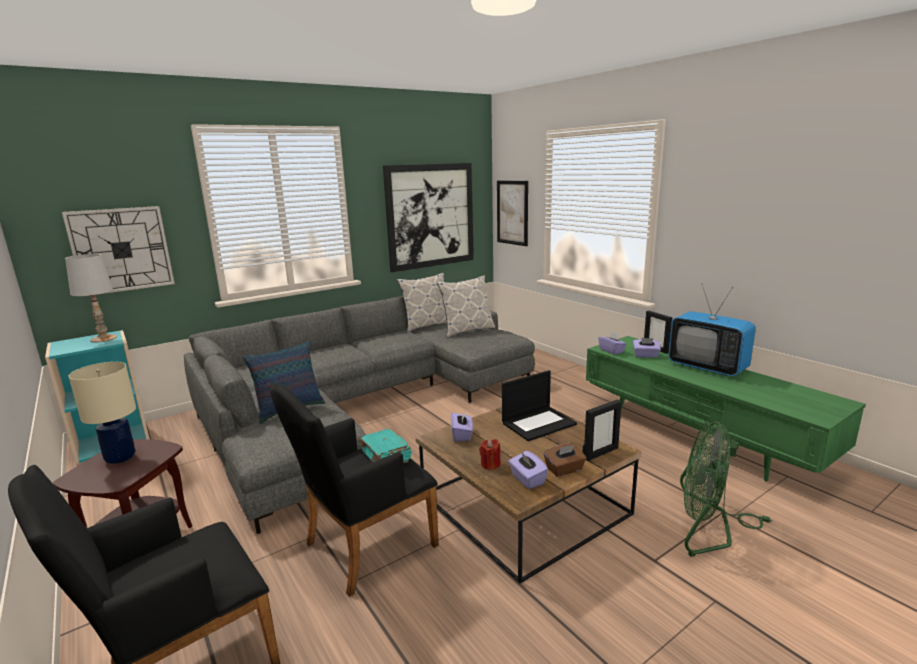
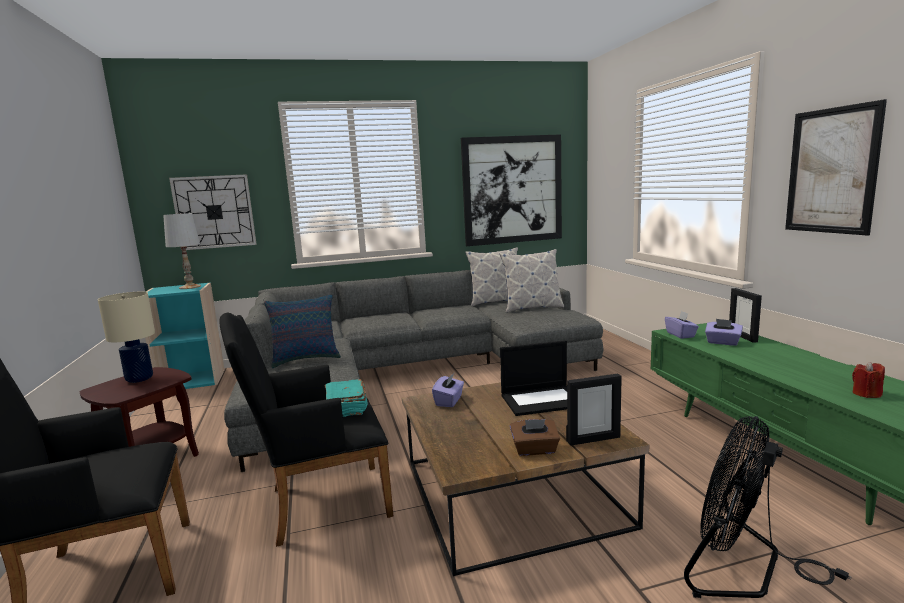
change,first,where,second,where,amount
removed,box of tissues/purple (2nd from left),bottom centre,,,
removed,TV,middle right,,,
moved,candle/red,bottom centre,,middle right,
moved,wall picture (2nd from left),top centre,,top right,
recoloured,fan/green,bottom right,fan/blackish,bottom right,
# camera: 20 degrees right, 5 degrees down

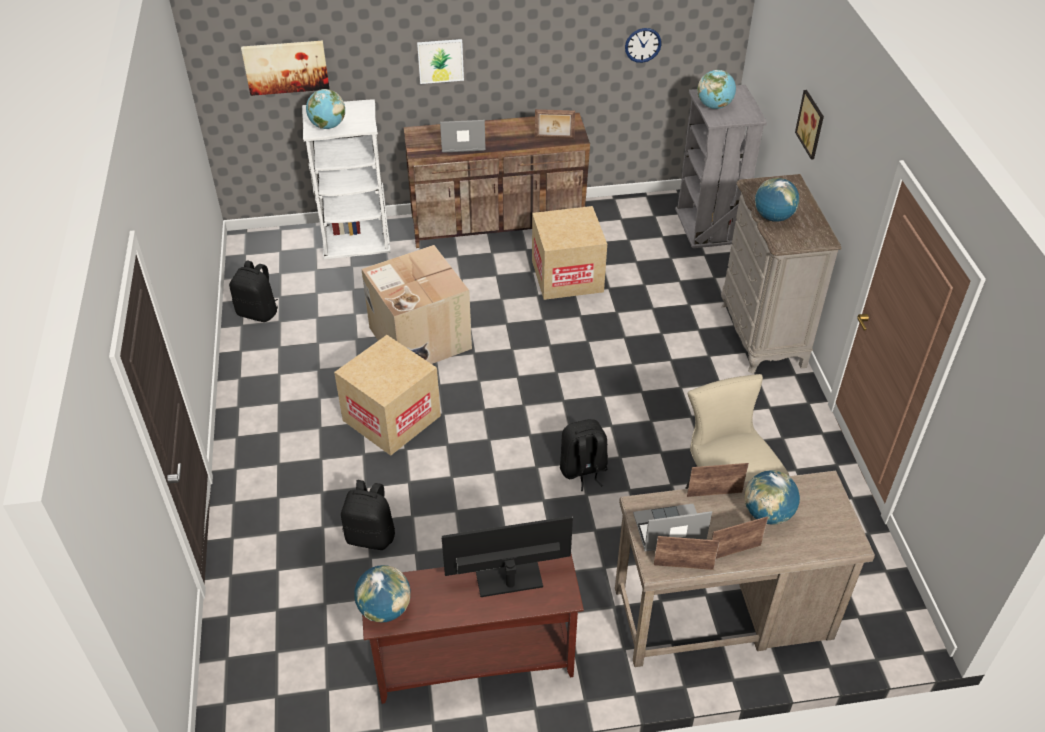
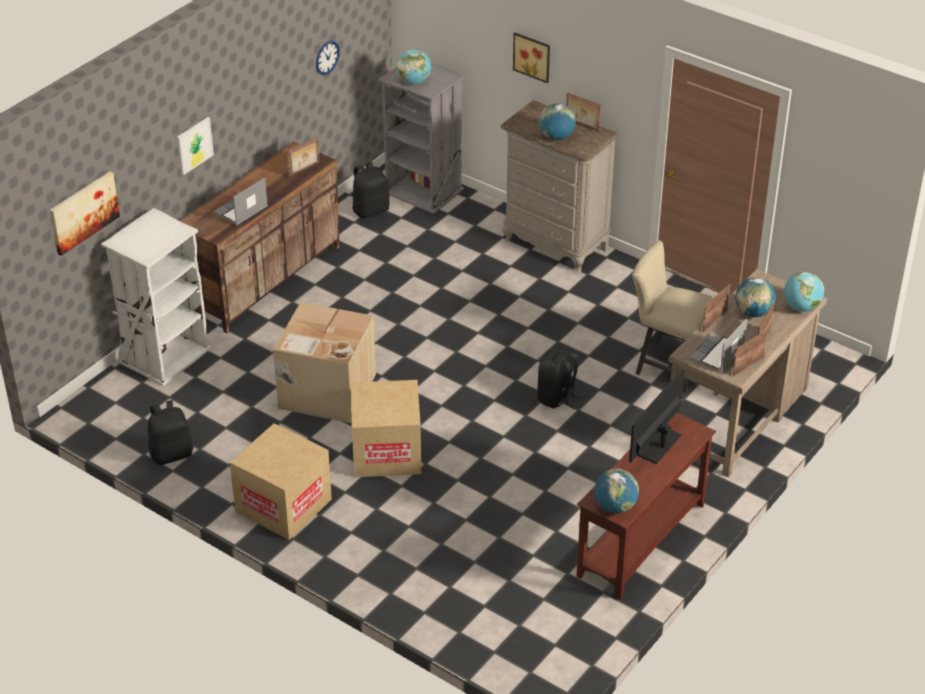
change,first,where,second,where,amount
added,,,photo frame (2nd from left),top centre,
moved,world globe (1st from left in the first image),top left,world globe (5th from left),middle right,
moved,knapsack/blackish (2nd from left),bottom centre,,top centre,
moved,carton (3rd from left in the first image),centre,carton (1st from left),bottom left,
# camera: 45 degrees left, 5 degrees down

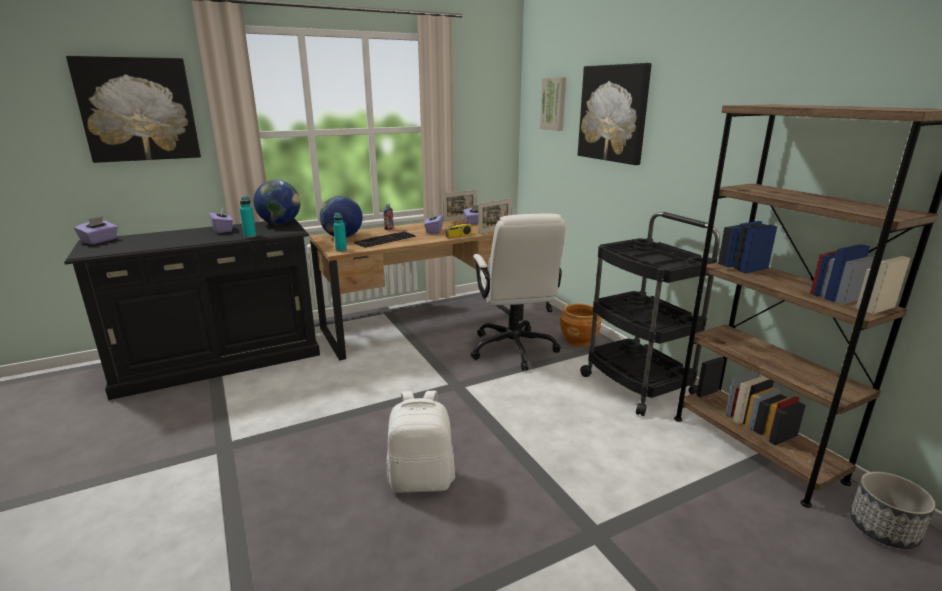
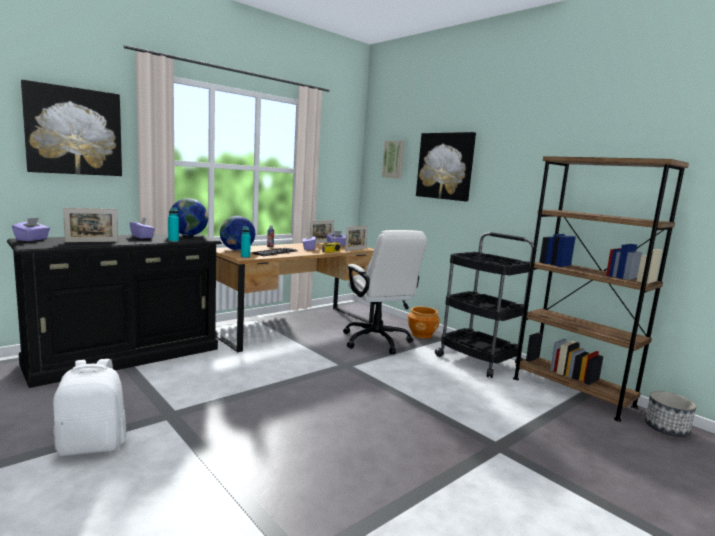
change,first,where,second,where,amount
added,,,photo frame (1st from left),middle left,
moved,knapsack/whitish,bottom centre,,bottom left,
# camera: 15 degrees left, 10 degrees down

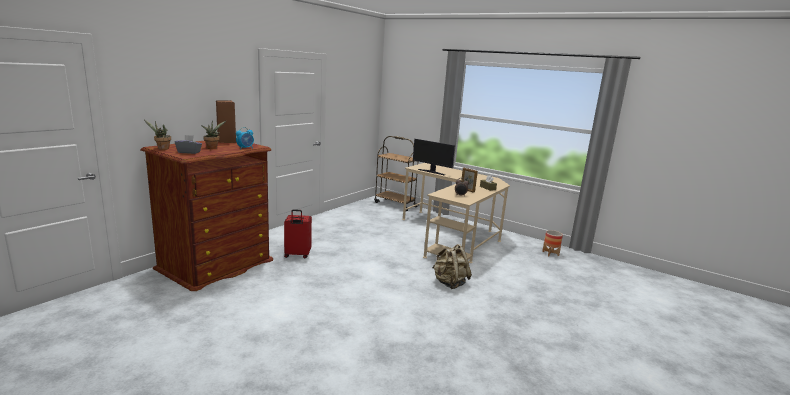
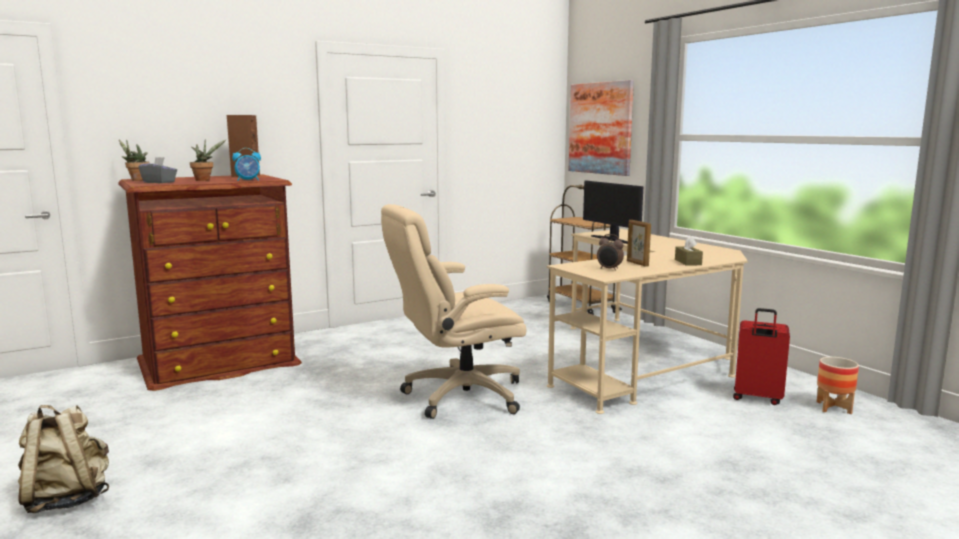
change,first,where,second,where,amount
added,,,desk chair/sand-coloured,centre,
added,,,wall picture,top centre,
moved,travel case/red,centre,,middle right,
moved,knapsack/sand-coloured,bottom centre,,bottom left,
# camera: 25 degrees right, 5 degrees down

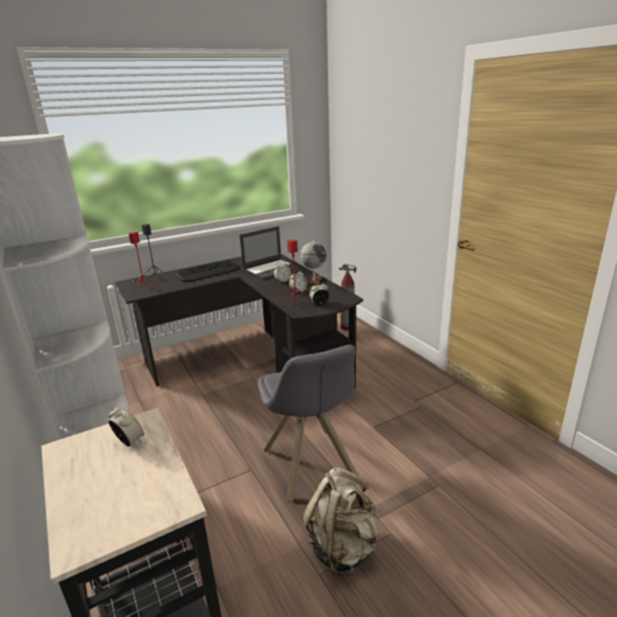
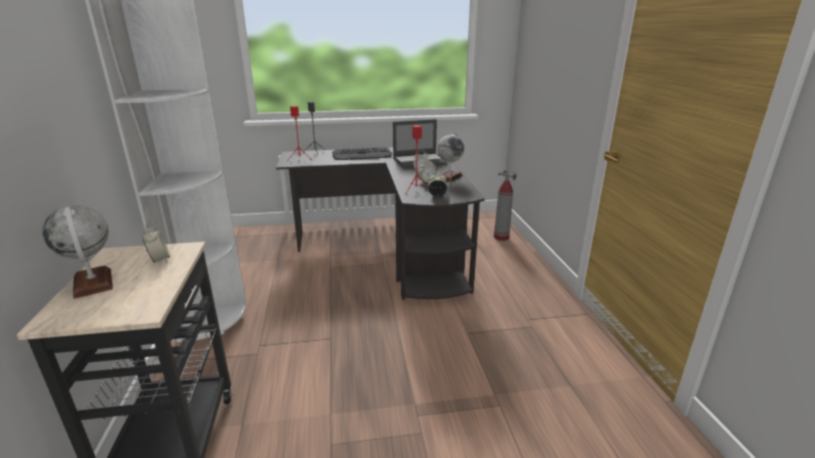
change,first,where,second,where,amount
removed,chair/greyish,bottom centre,,,
removed,knapsack/sand-coloured,bottom centre,,,
added,,,world globe (1st from left),middle left,
# camera: 20 degrees right, 0 degrees up

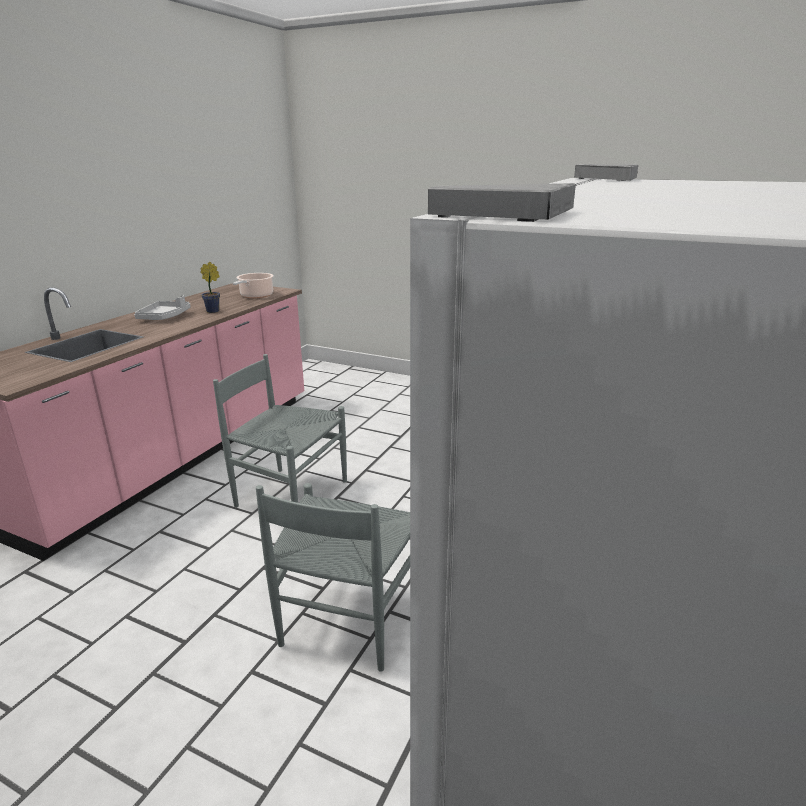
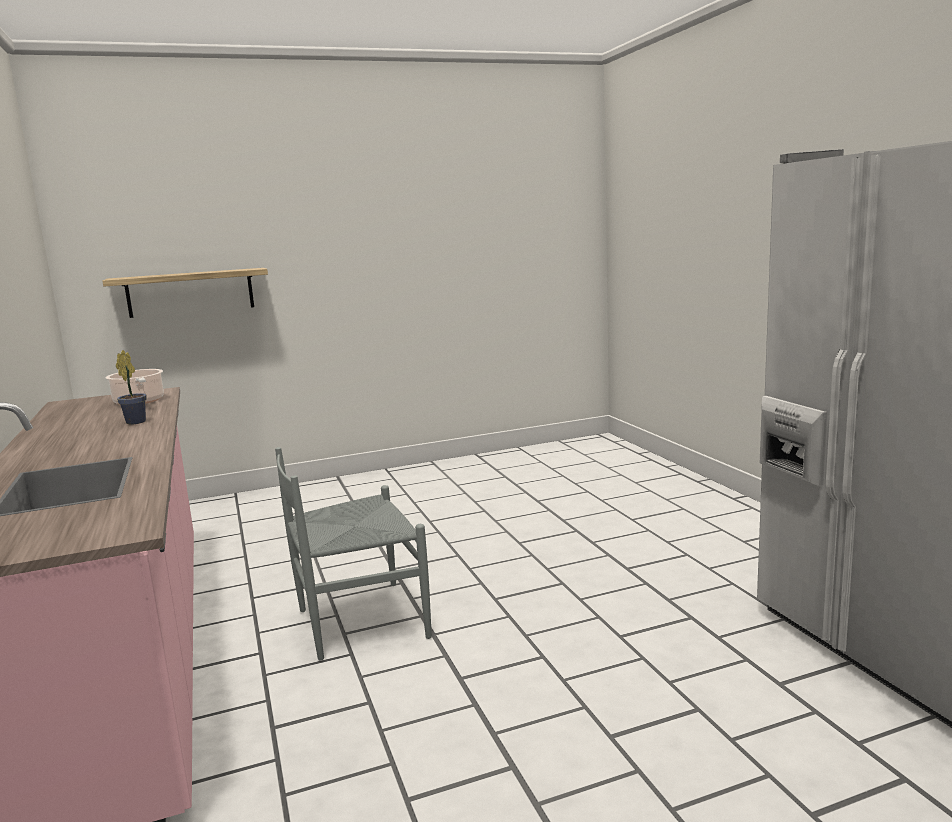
change,first,where,second,where,amount
removed,serving tray/greyish,middle left,,,
removed,chair/greyish (2nd from left),bottom centre,,,
added,,,bracket shelf,middle left,
# camera: 45 degrees left, 10 degrees down

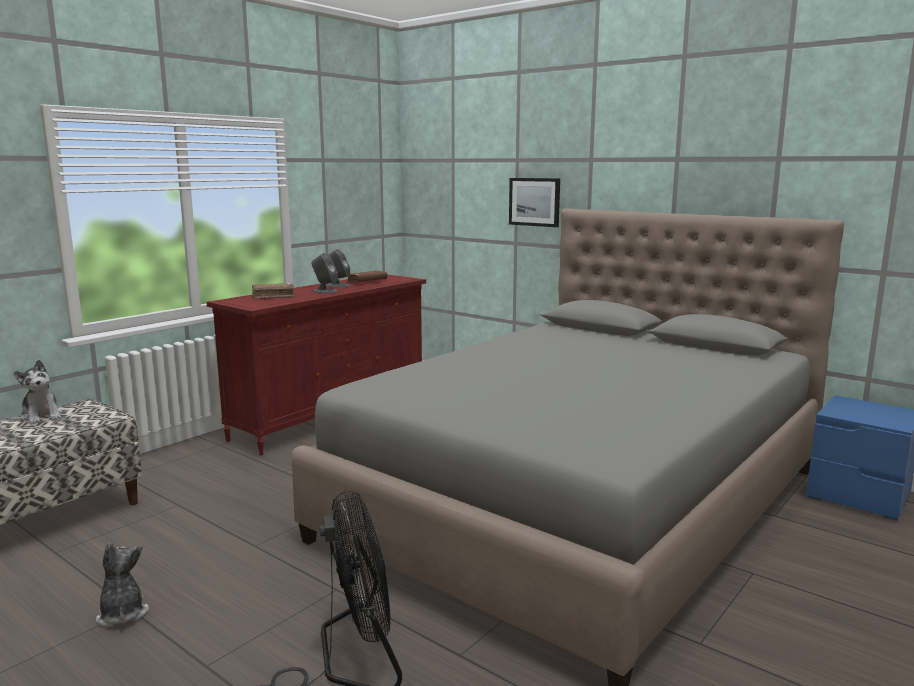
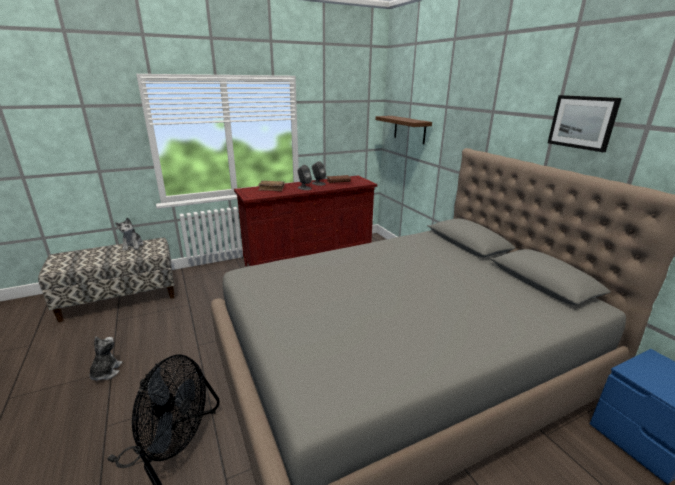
change,first,where,second,where,amount
added,,,bracket shelf/brown-coloured,top centre,
moved,wall picture,top centre,,top right,
# camera: 25 degrees right, 10 degrees up

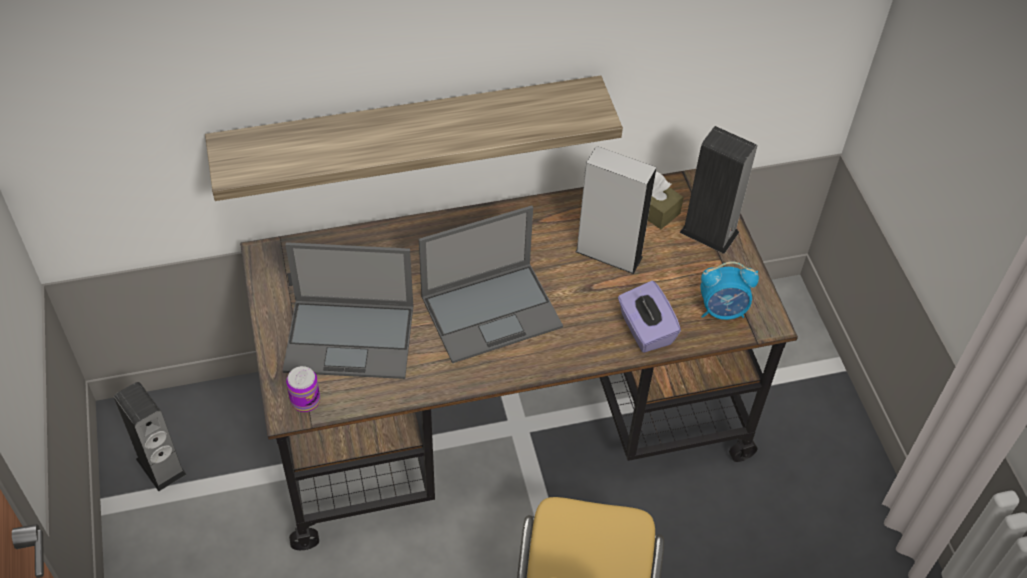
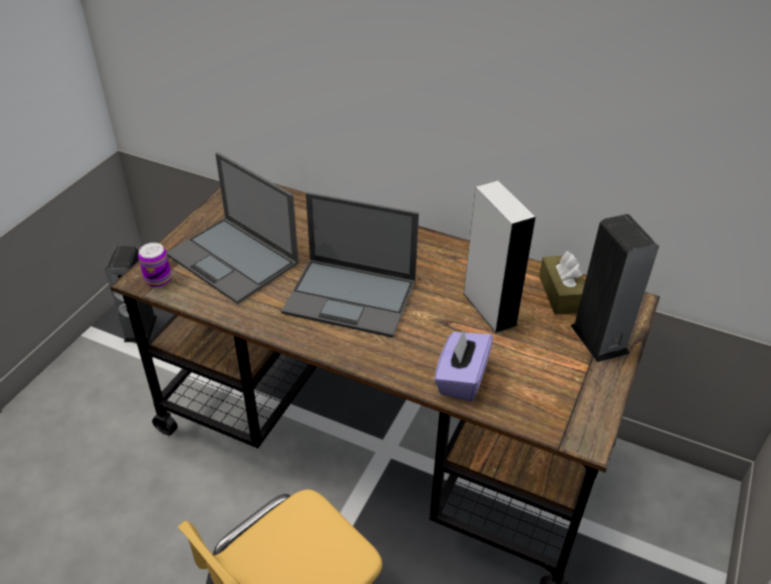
change,first,where,second,where,amount
removed,bracket shelf,top centre,,,
removed,alarm clock,middle right,,,
# camera: 40 degrees right, 10 degrees down

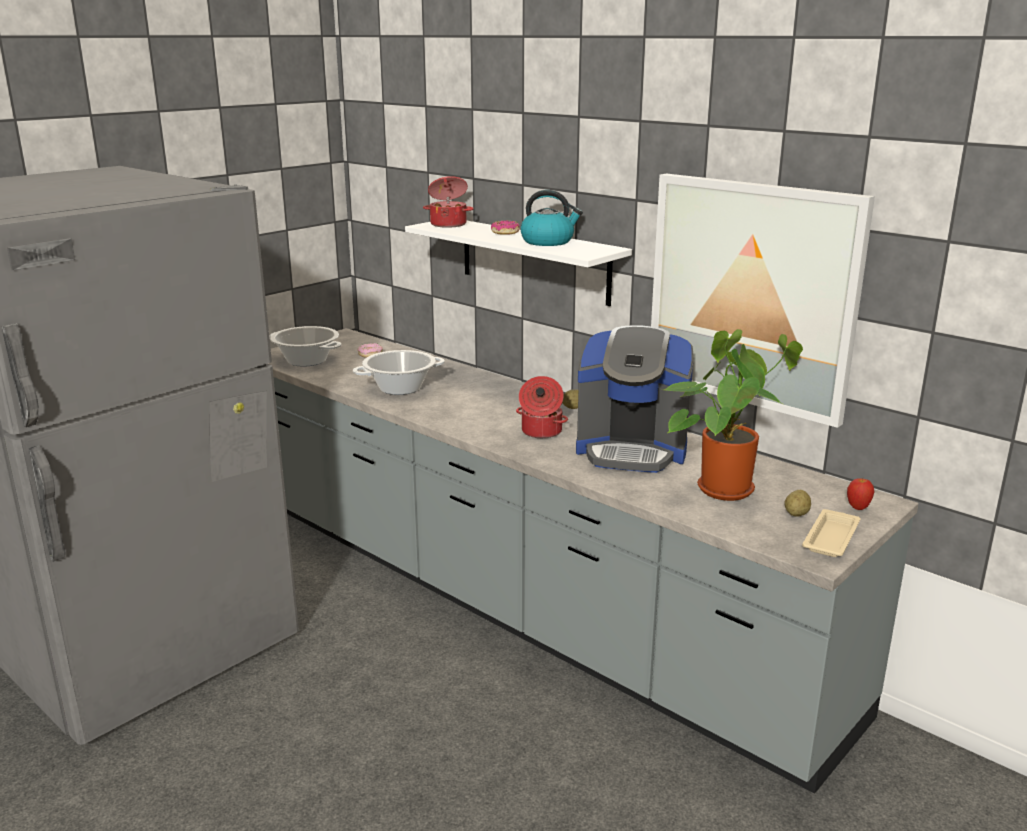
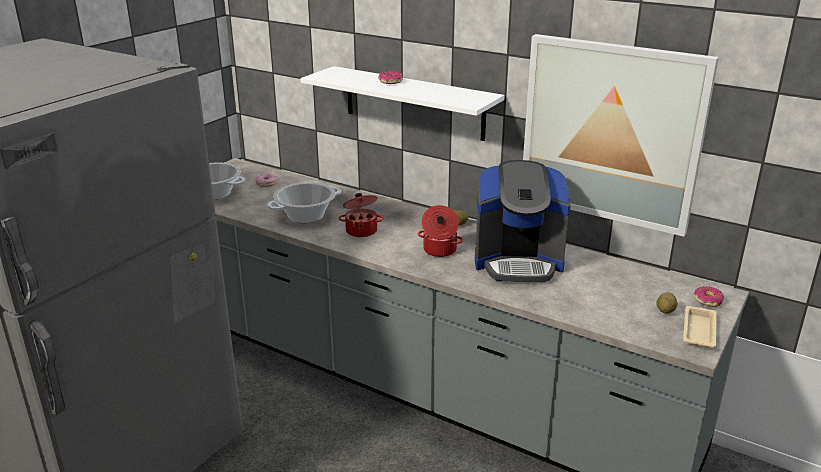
change,first,where,second,where,amount
removed,water kettle,top centre,,,
removed,potted plant,middle right,,,
moved,cooking pot (3rd from left),top centre,,centre,
replaced,whole apple,middle right,ring doughnut (3rd from left),middle right,
# camera: 10 degrees left, 5 degrees up

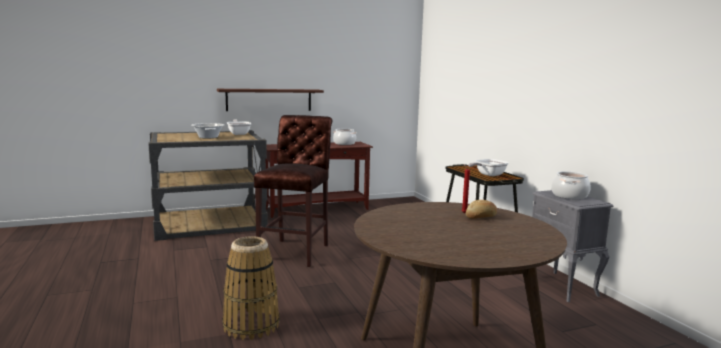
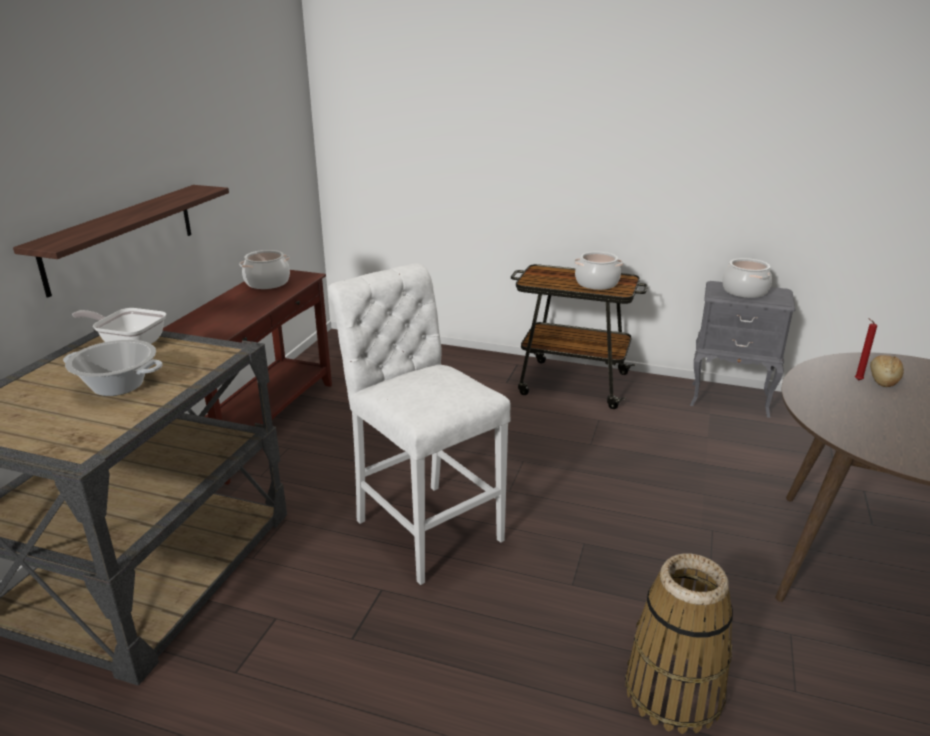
change,first,where,second,where,amount
replaced,pan (2nd from left),middle right,cooking pot (3rd from left),centre,
recoloured,sitting stool/brown-coloured,centre,sitting stool/whitish,centre,
# camera: 50 degrees left, 15 degrees up

